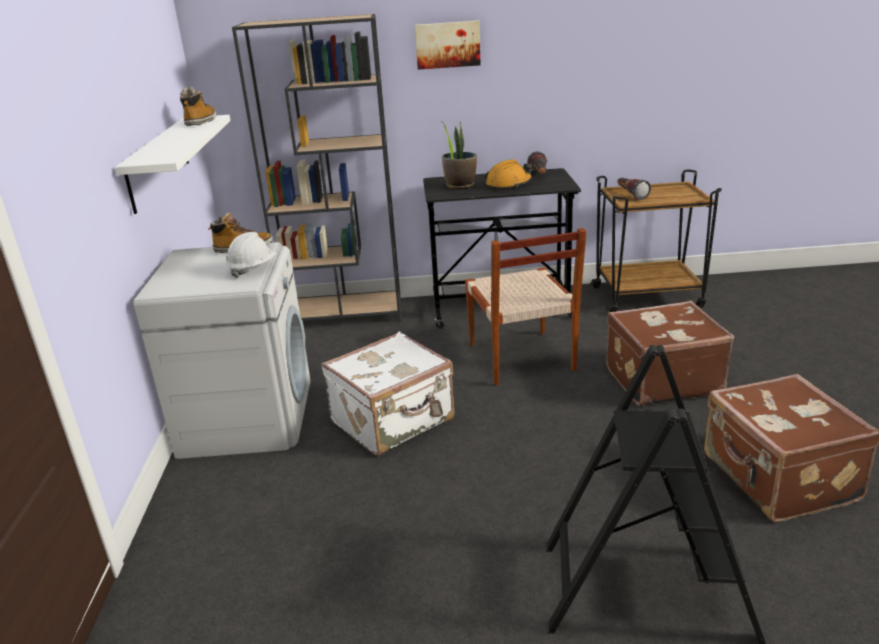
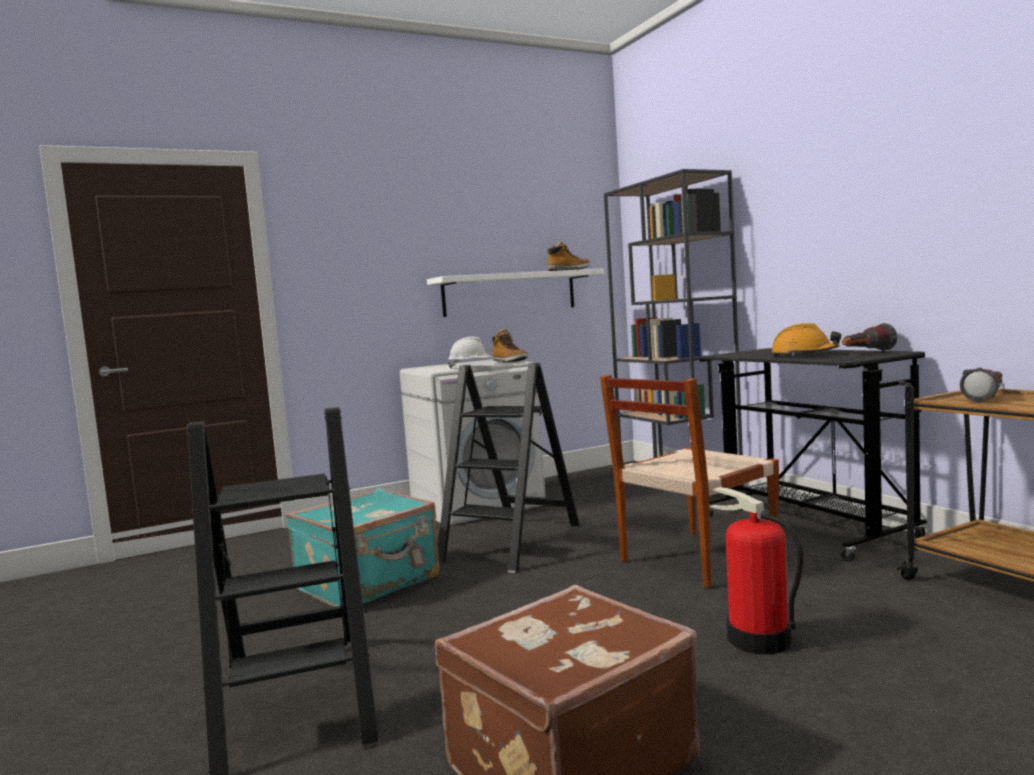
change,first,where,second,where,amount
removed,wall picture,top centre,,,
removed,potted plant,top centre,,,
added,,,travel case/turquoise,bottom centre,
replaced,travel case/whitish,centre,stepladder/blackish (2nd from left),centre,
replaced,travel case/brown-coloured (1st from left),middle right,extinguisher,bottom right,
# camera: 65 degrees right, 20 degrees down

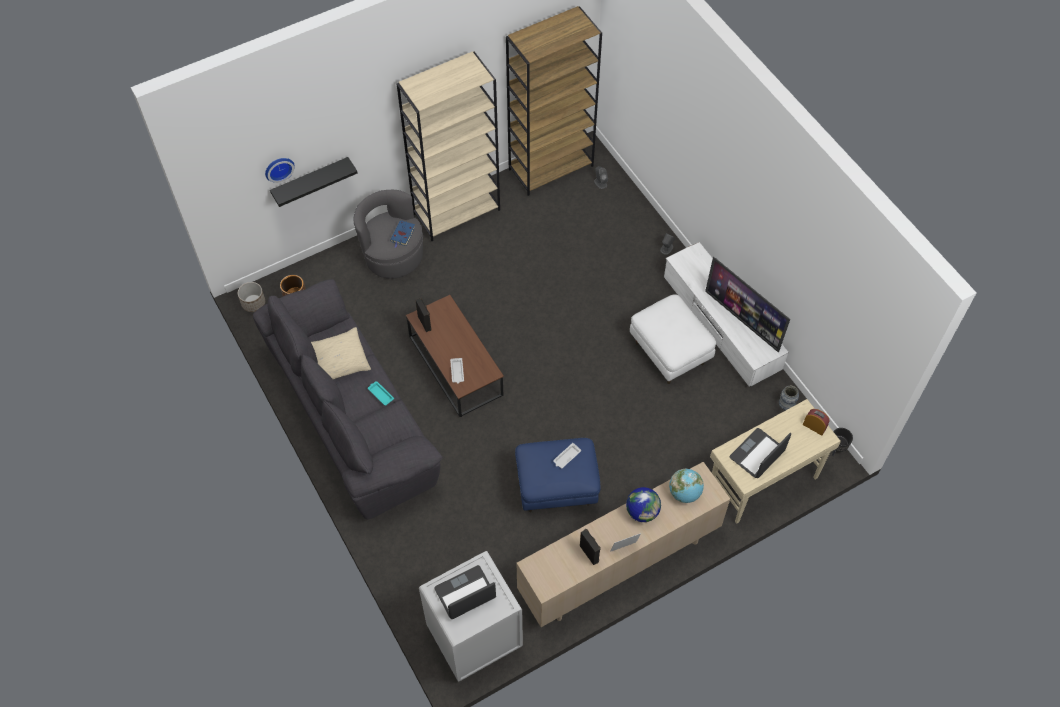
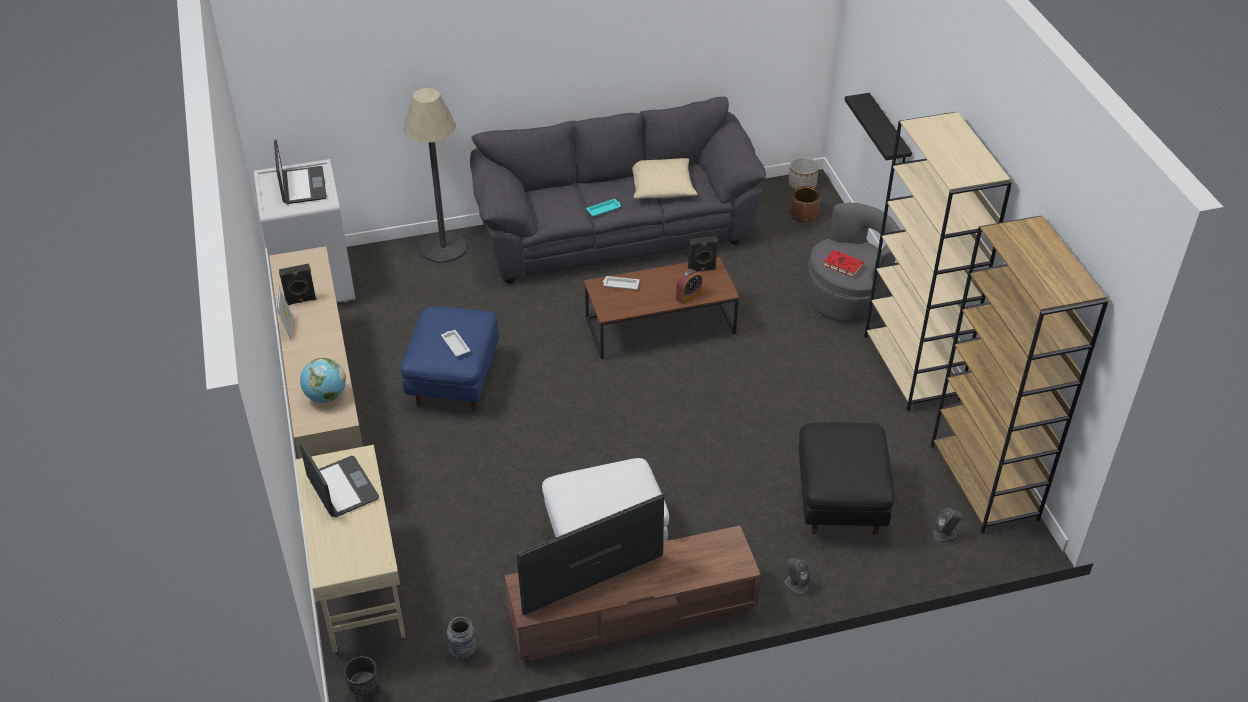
change,first,where,second,where,amount
removed,wall clock,top left,,,
removed,world globe (1st from left),bottom centre,,,
added,,,standing lamp,top centre,
added,,,ottoman/blackish,bottom right,
moved,alarm clock,middle right,,centre,
recoloured,bound book/blue-coloured,top centre,bound book/red,middle right,
recoloured,tv unit/whitish,middle right,tv unit/brown-coloured,bottom centre,
# camera: 105 degrees right, 15 degrees down

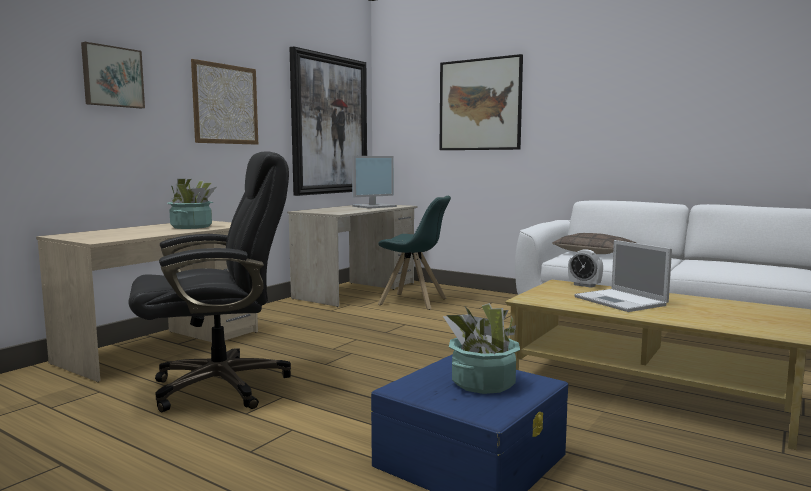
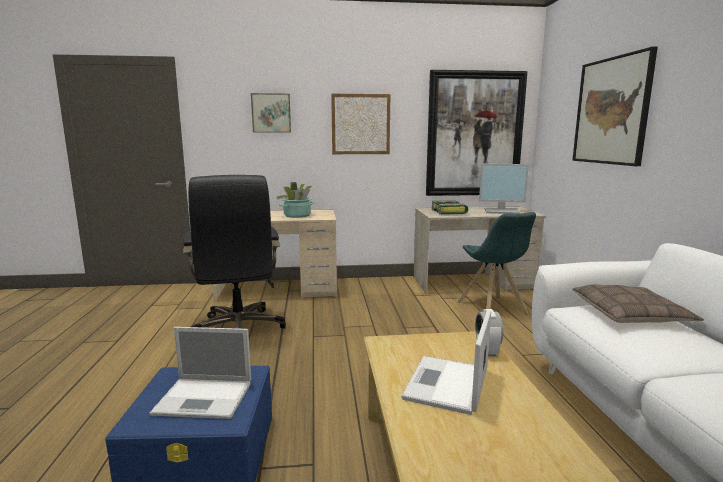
change,first,where,second,where,amount
added,,,bound book,centre,
replaced,potted plant (2nd from left),bottom centre,notebook computer (1st from left),bottom left,
turned,desk chair/blackish,middle left,,middle left,45 degrees clockwise
# camera: 50 degrees right, 5 degrees up

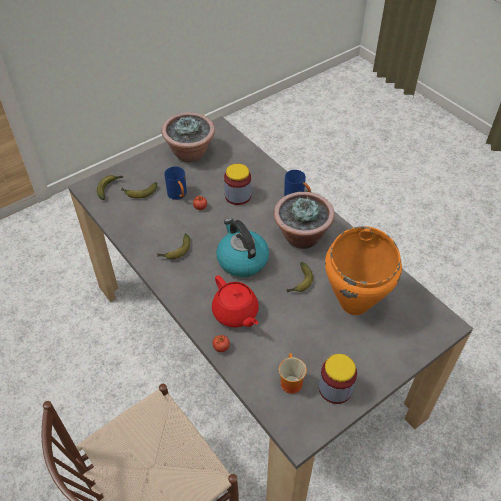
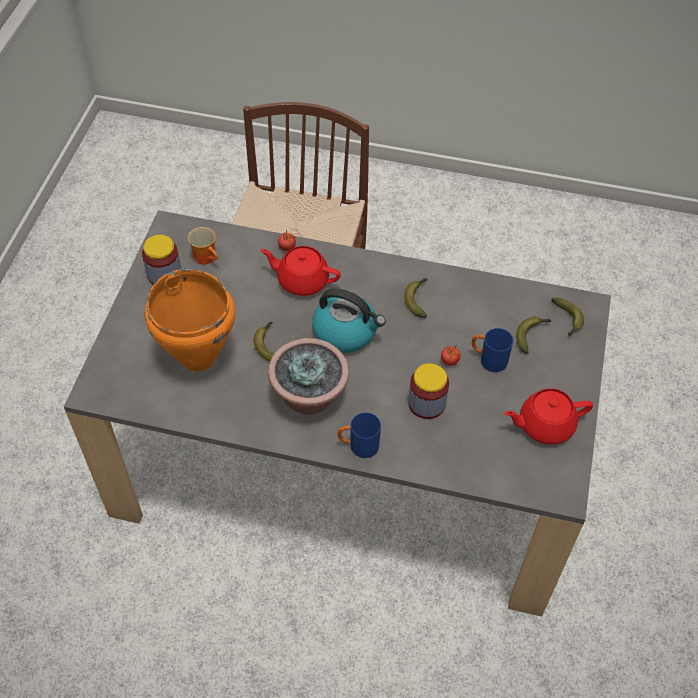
change,first,where,second,where,amount
replaced,potted plant (1st from left),top centre,pot for tea/red (2nd from left),middle right,
# camera: 140 degrees right, 5 degrees up

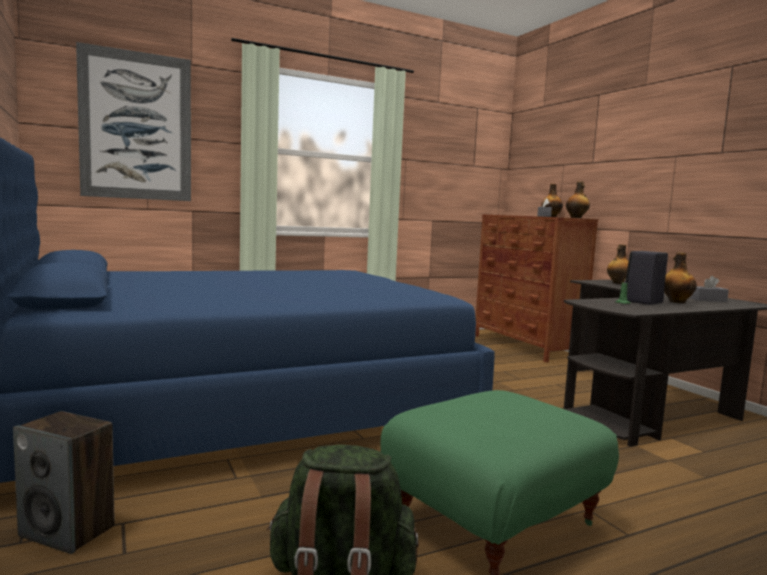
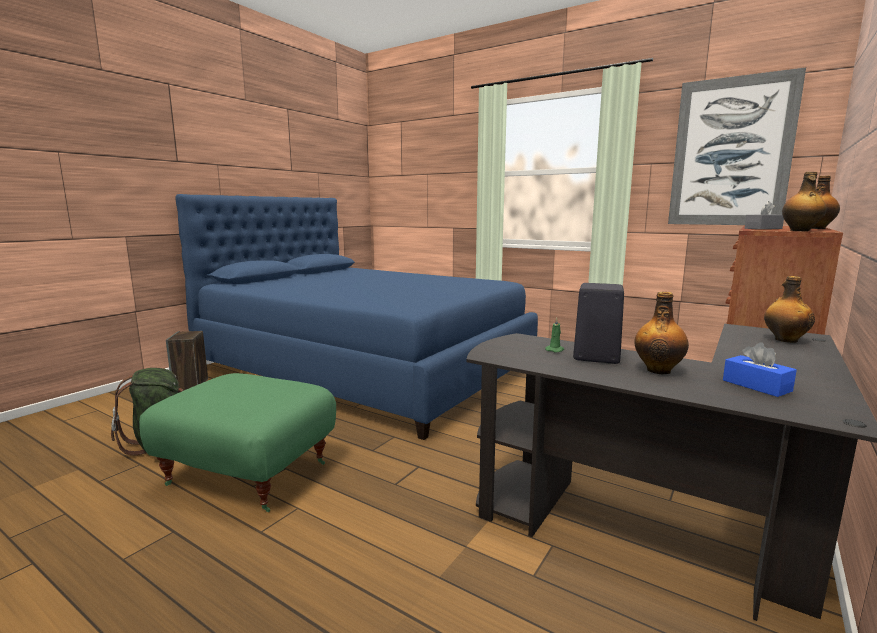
change,first,where,second,where,amount
moved,wall picture,top left,,top right,
recoloured,box of tissues/greyish (2nd from left),middle right,box of tissues/blue-coloured,middle right,
# camera: 60 degrees right, 5 degrees up

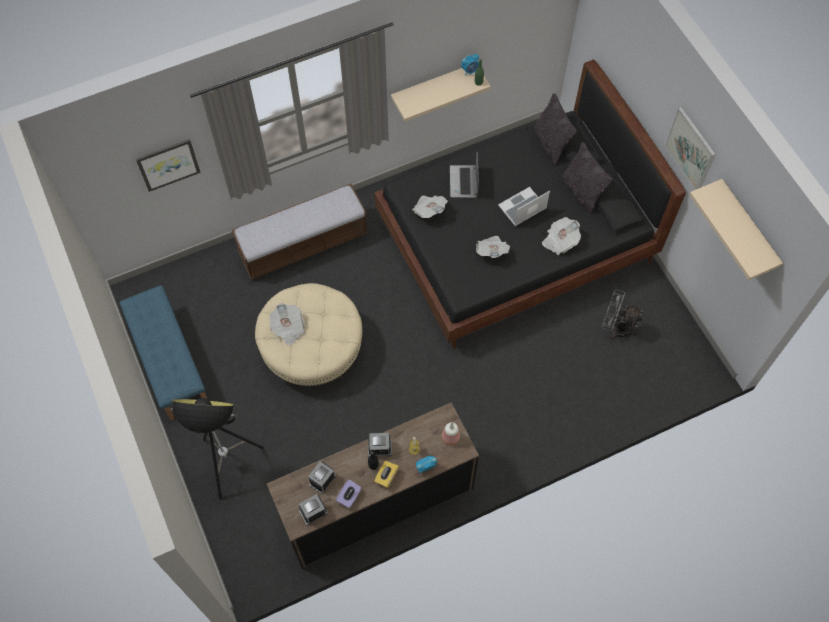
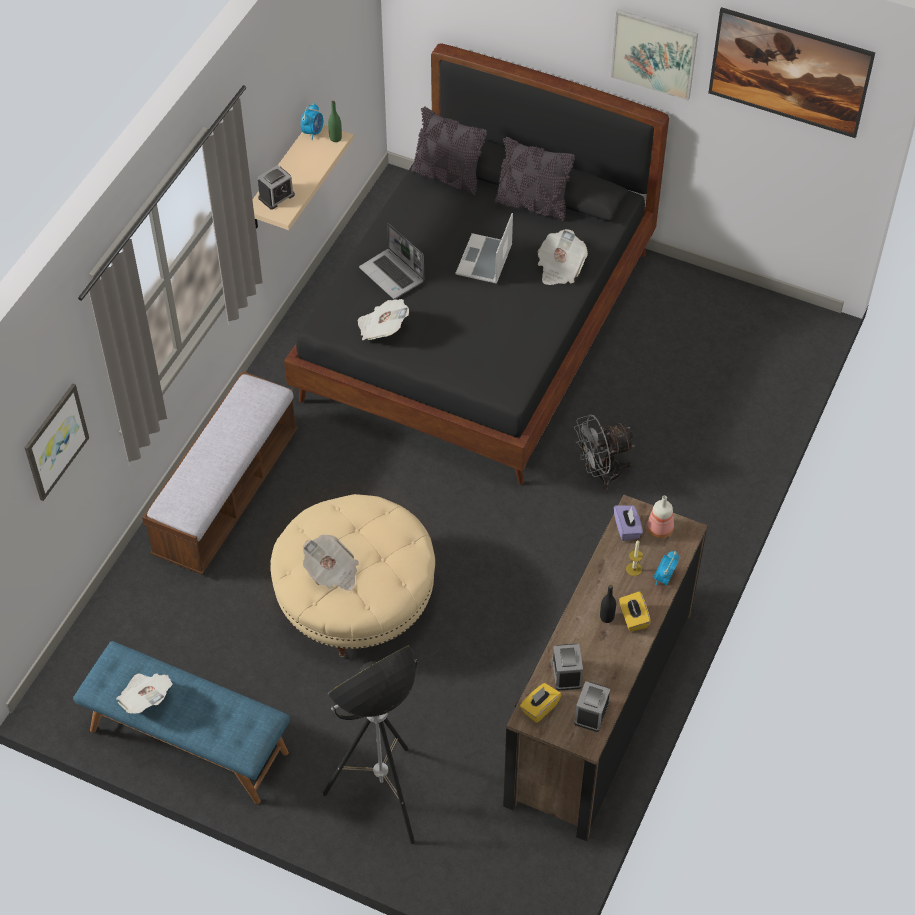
change,first,where,second,where,amount
added,,,box of tissues/yellow (1st from left),bottom centre,
moved,box of tissues/purple,bottom centre,,middle right,
moved,alarm clock (3rd from left in the first image),bottom centre,alarm clock (1st from left),top left,
moved,daily paper (3rd from left in the first image),centre,daily paper (1st from left),bottom left,
moved,fan/greyish,middle right,,centre,
replaced,bracket shelf/sand-coloured (2nd from left),middle right,wall picture (3rd from left),top right,
# camera: 40 degrees left, 10 degrees down

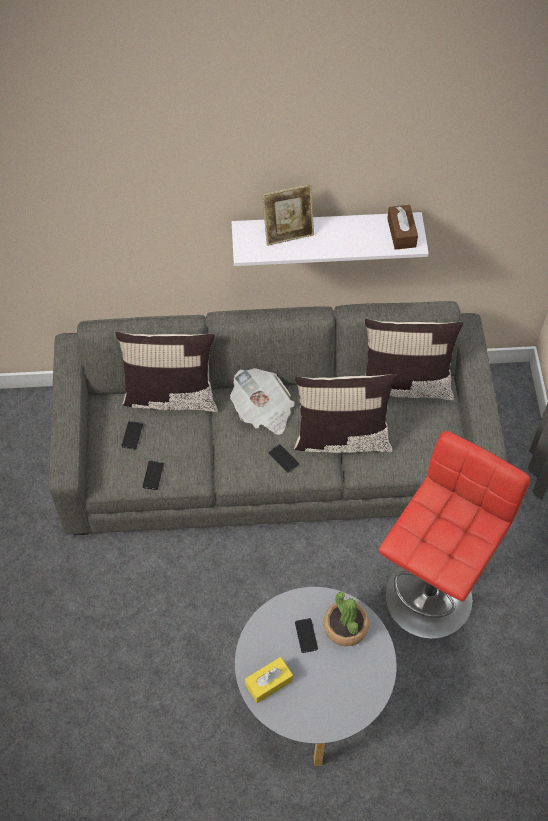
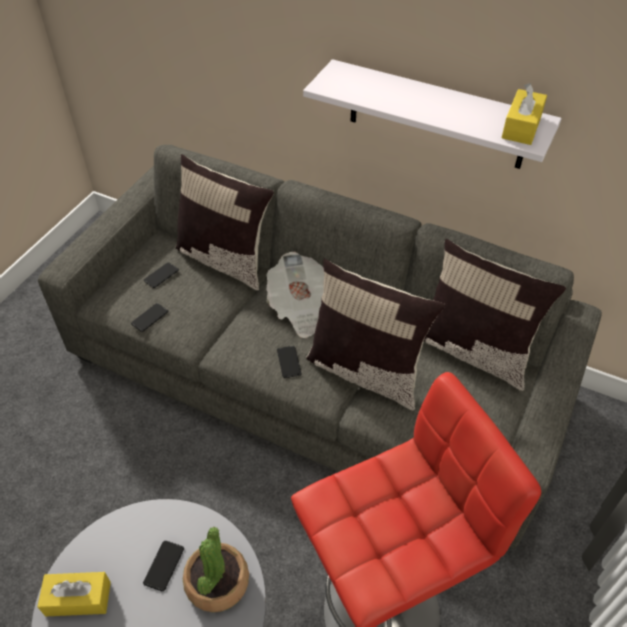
change,first,where,second,where,amount
removed,photo frame,top centre,,,
recoloured,box of tissues/brown-coloured,top right,box of tissues/yellow (2nd from left),top right,
# camera: 30 degrees right, 10 degrees down

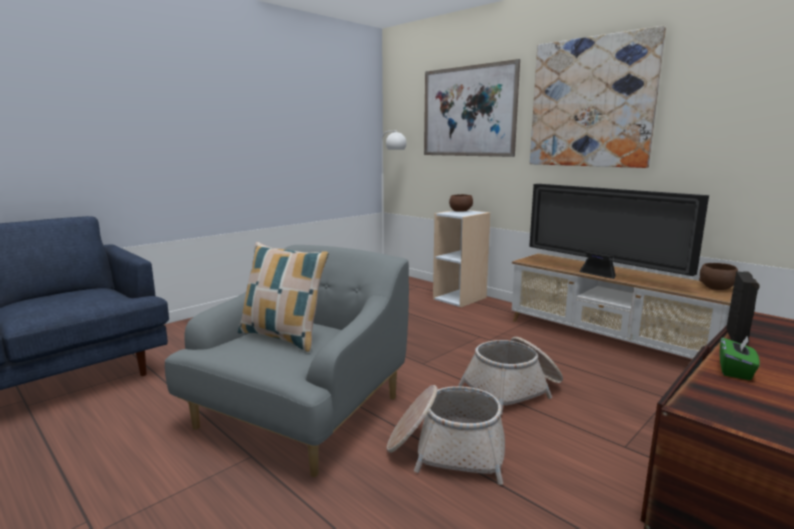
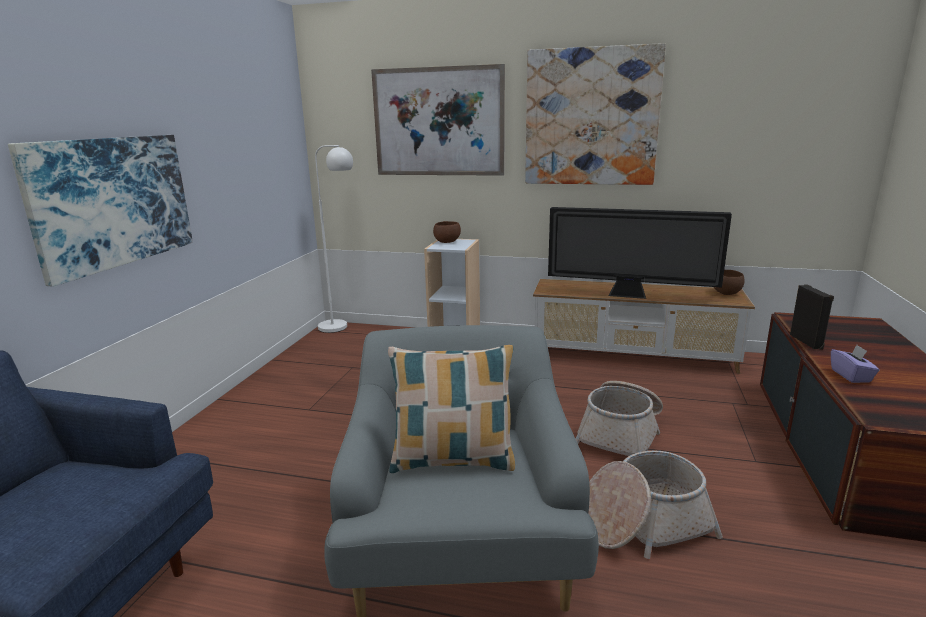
change,first,where,second,where,amount
added,,,wall picture (1st from left),middle left,
recoloured,box of tissues/green,bottom right,box of tissues/purple,middle right,
# camera: 30 degrees left, 5 degrees up

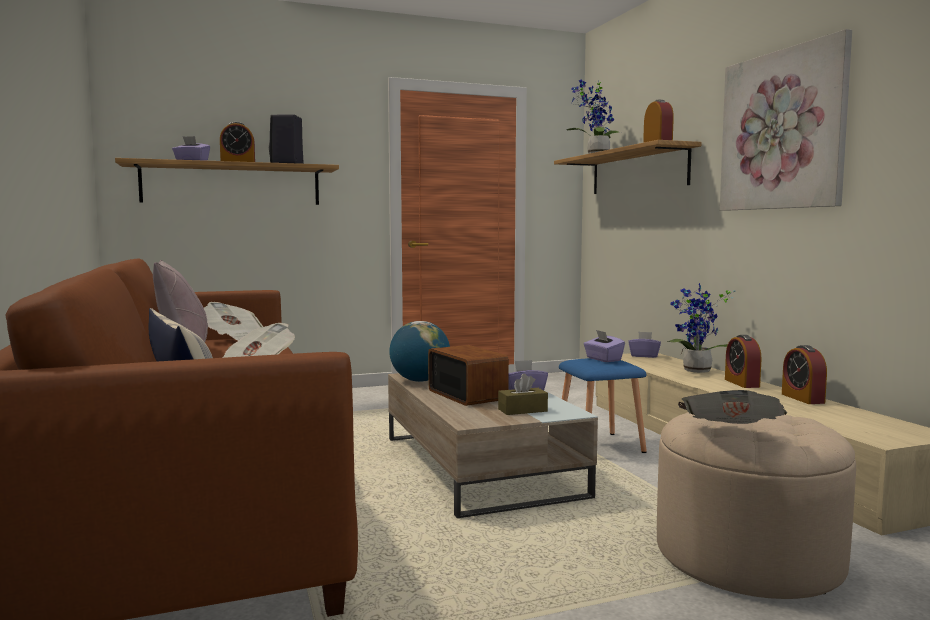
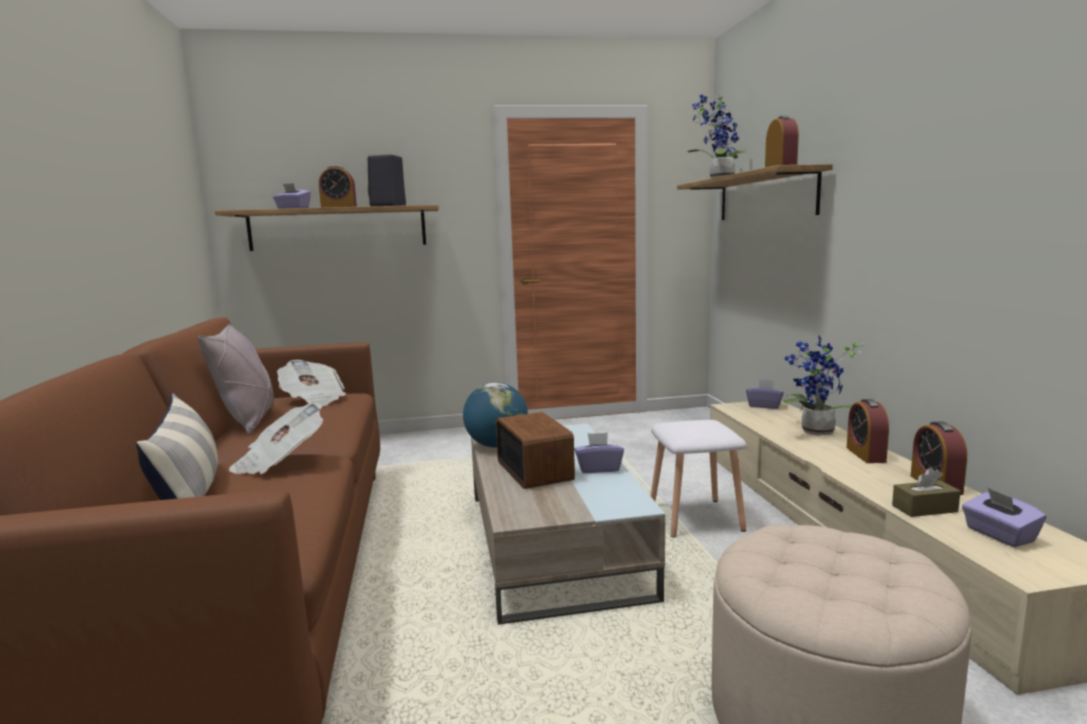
change,first,where,second,where,amount
removed,daily paper (3rd from left),middle right,,,
removed,wall picture,top right,,,
moved,box of tissues/brown-coloured,centre,,bottom right,
moved,box of tissues/purple (3rd from left in the first image),centre,box of tissues/purple (4th from left),bottom right,
recoloured,sitting stool/blue-coloured,centre,sitting stool/whitish,centre,
# camera: 10 degrees right, 5 degrees up

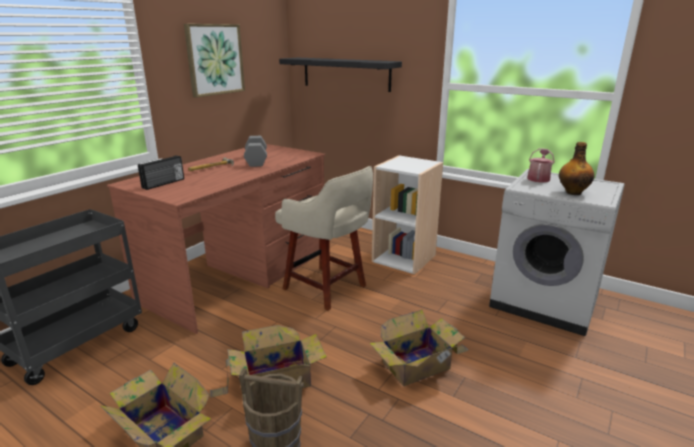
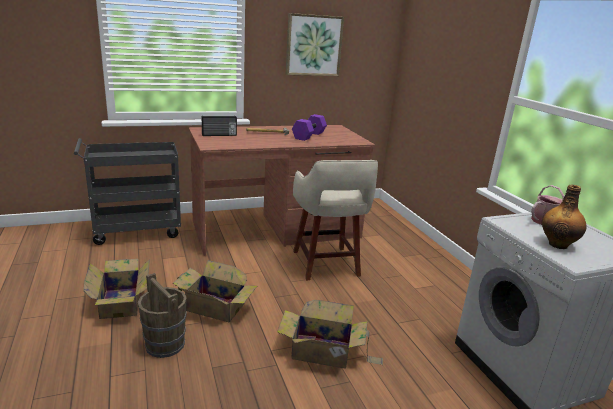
change,first,where,second,where,amount
removed,bracket shelf/blackish,top centre,,,
removed,bookcase,centre,,,
recoloured,dumbbell/greyish,centre,dumbbell/purple,top centre,
# camera: 35 degrees right, 0 degrees up

